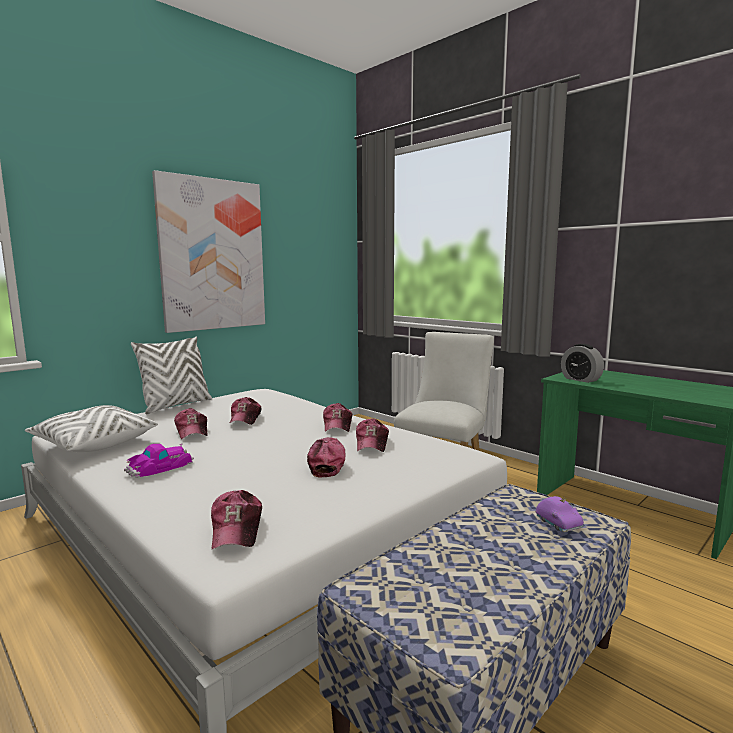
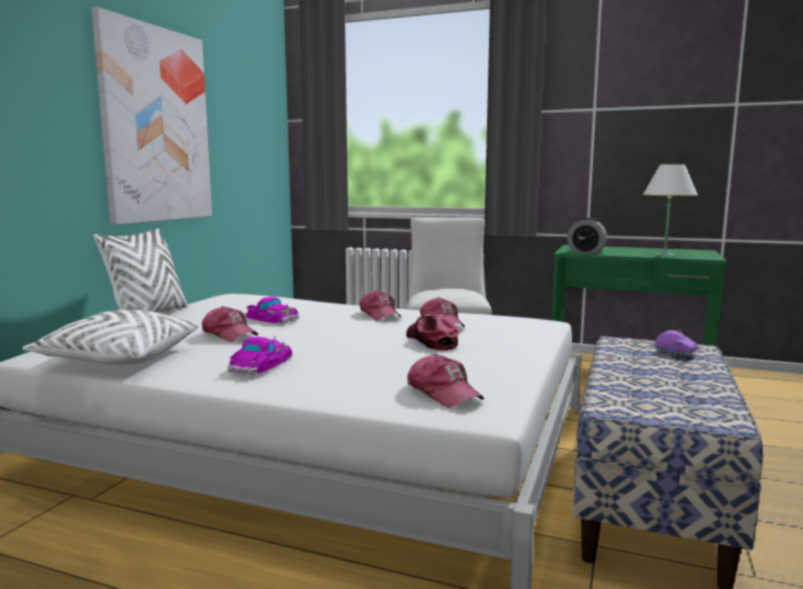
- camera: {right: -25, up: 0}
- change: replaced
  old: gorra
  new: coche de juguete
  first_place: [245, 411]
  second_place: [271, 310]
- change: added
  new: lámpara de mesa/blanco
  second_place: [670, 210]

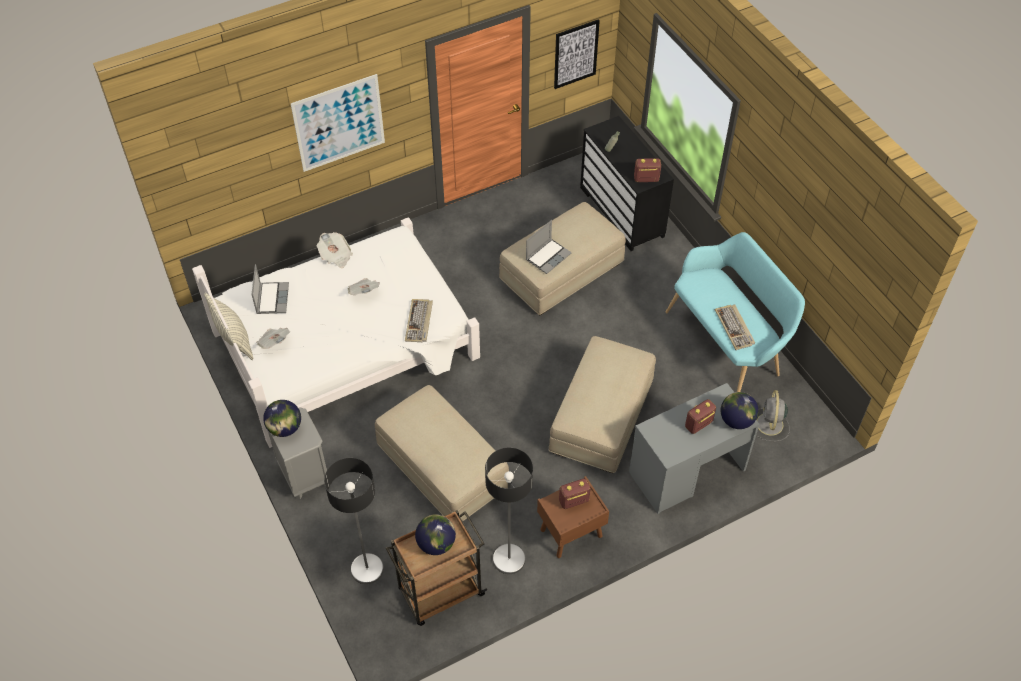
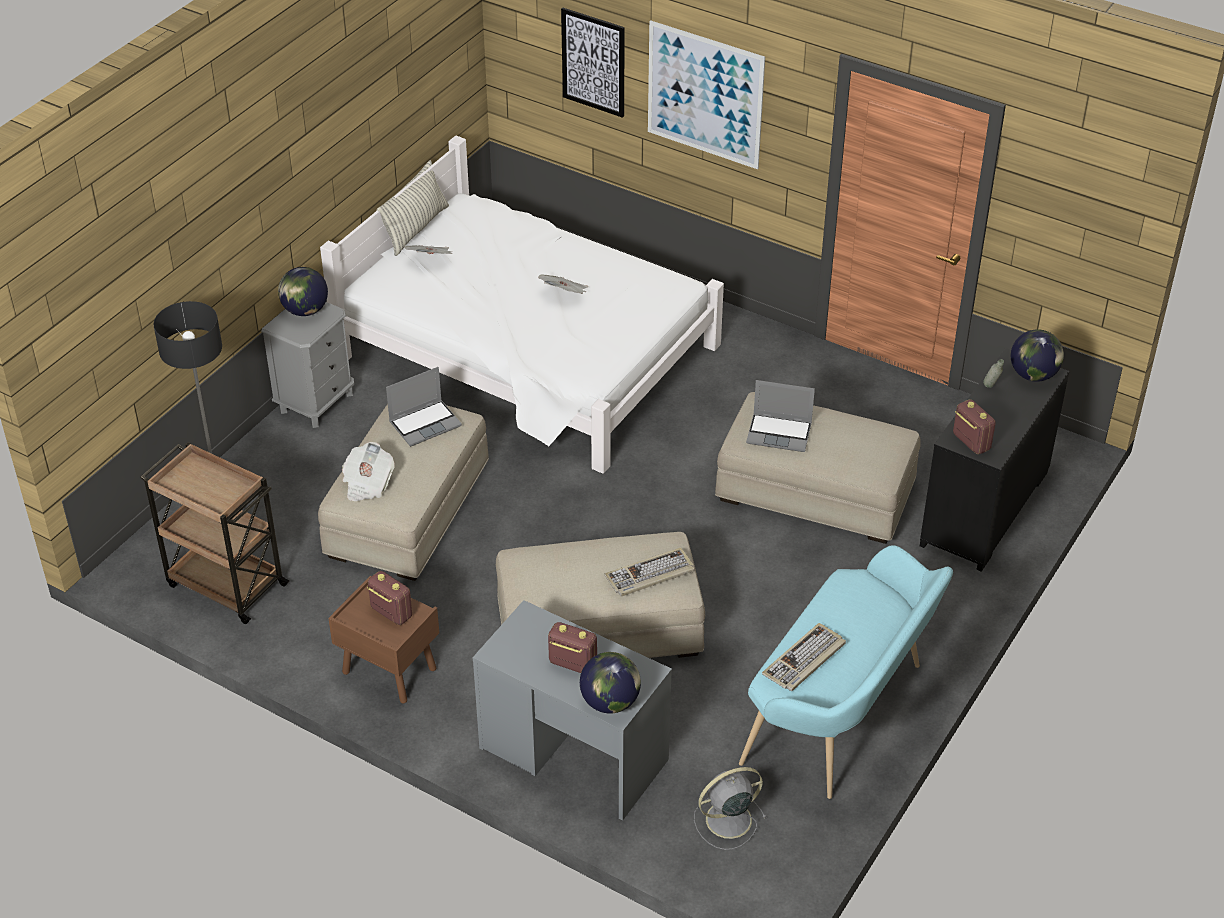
- camera: {right: 60, up: -10}
- change: moved
  old: periódico
  first_place: [335, 250]
  second_place: [368, 471]
- change: moved
  old: portátil
  first_place: [270, 289]
  second_place: [424, 407]
- change: moved
  old: cuadro
  first_place: [577, 54]
  second_place: [593, 63]
- change: moved
  old: teclado
  first_place: [419, 320]
  second_place: [649, 572]
- change: moved
  old: globo terráqueo
  first_place: [435, 534]
  second_place: [1037, 355]
- change: removed
  old: lámpara de pie
  first_place: [509, 510]

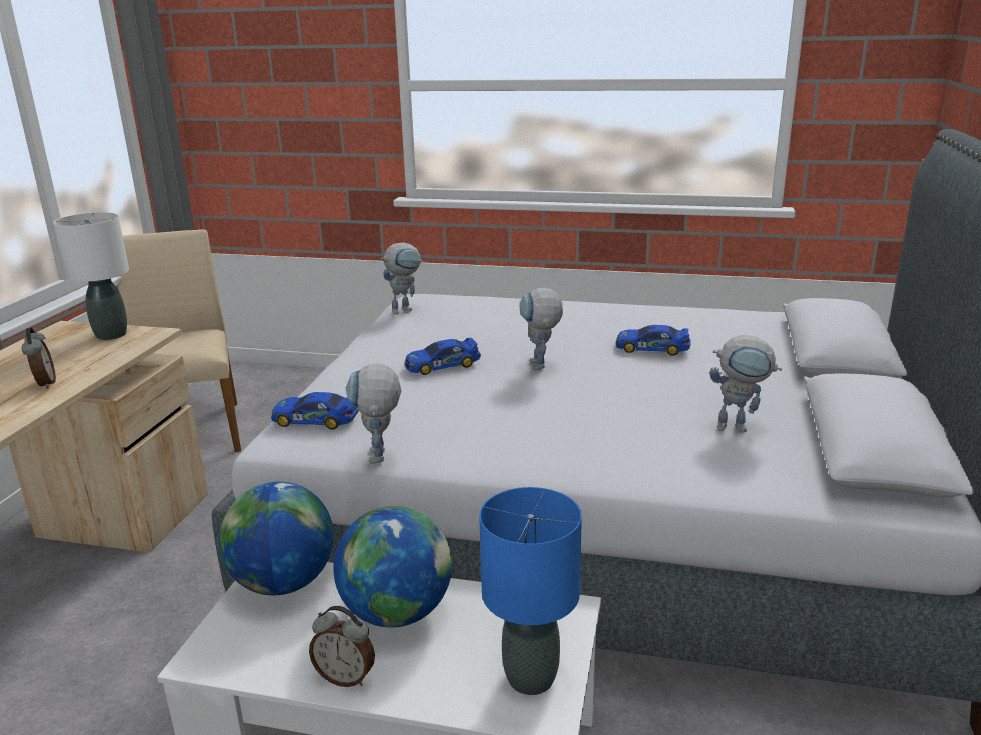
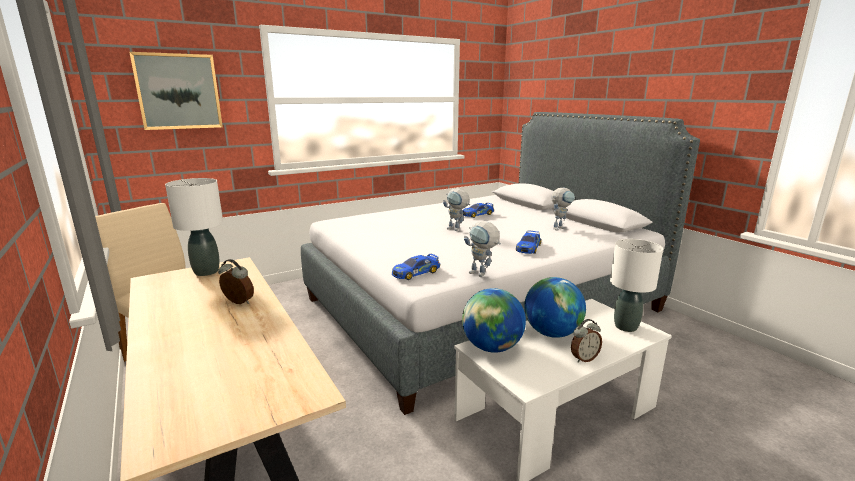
- camera: {right: -45, up: -5}
- change: added
  new: cuadro
  second_place: [176, 91]
- change: moved
  old: coche de juguete
  first_place: [443, 356]
  second_place: [528, 242]
- change: recoloured
  old: lámpara de mesa/azul
  new: lámpara de mesa/blanco
  first_place: [530, 591]
  second_place: [636, 285]
- change: removed
  old: robot de juguete
  first_place: [401, 279]

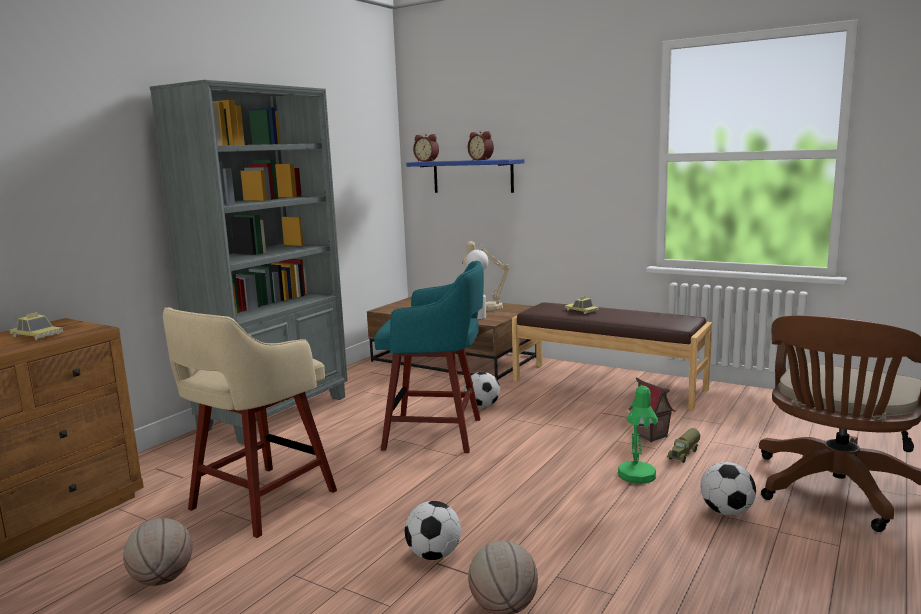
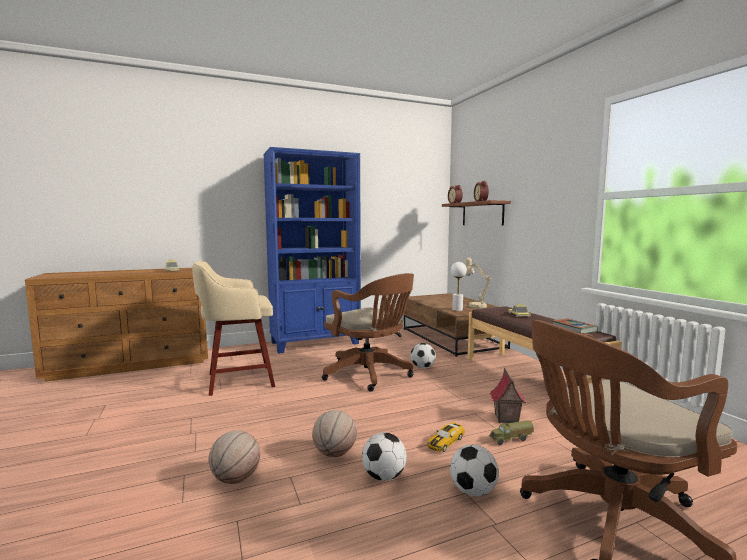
- camera: {right: 35, up: -5}
- change: recoloured
  old: estantería/gris
  new: estantería/azul
  first_place: [249, 262]
  second_place: [312, 250]
- change: moved
  old: balón de baloncesto
  first_place: [158, 552]
  second_place: [334, 433]
- change: replaced
  old: taburete/turquesa
  new: silla de oficina/marrón
  first_place: [429, 357]
  second_place: [368, 332]
- change: moved
  old: balón de fútbol
  first_place: [433, 530]
  second_place: [384, 456]
- change: replaced
  old: lámpara de mesa/verde
  new: coche de juguete
  first_place: [638, 434]
  second_place: [446, 437]
- change: recoloured
  old: estante/azul
  new: estante/marrón
  first_place: [465, 176]
  second_place: [476, 212]
- change: added
  new: libro
  second_place: [575, 326]

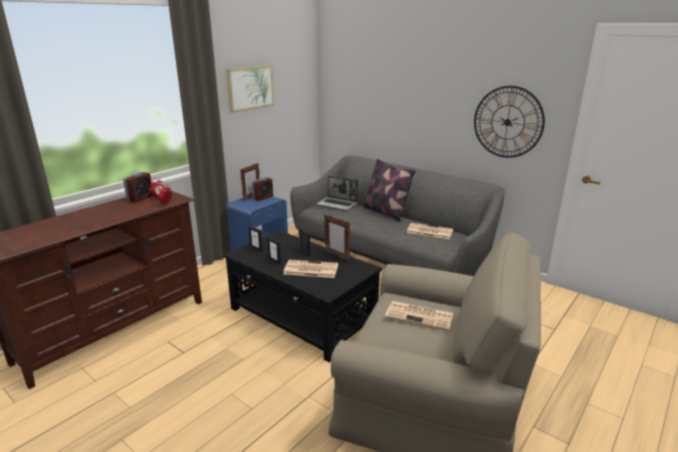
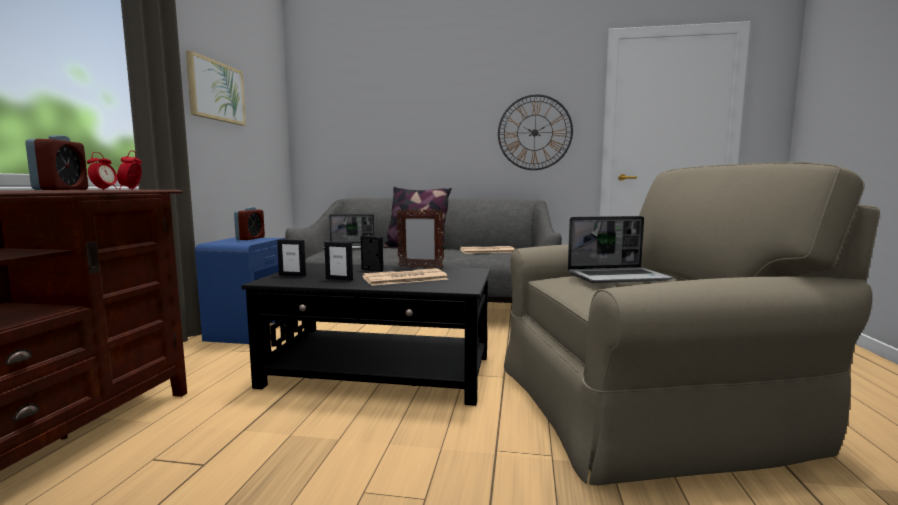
- camera: {right: -30, up: -15}
- change: replaced
  old: periódico
  new: portátil
  first_place: [419, 316]
  second_place: [620, 249]
- change: removed
  old: portarretratos
  first_place: [250, 182]

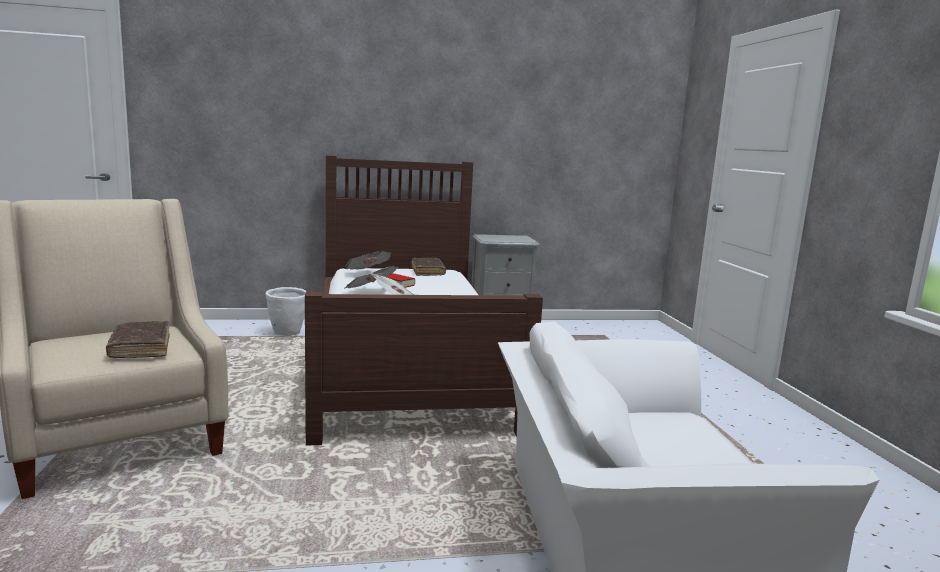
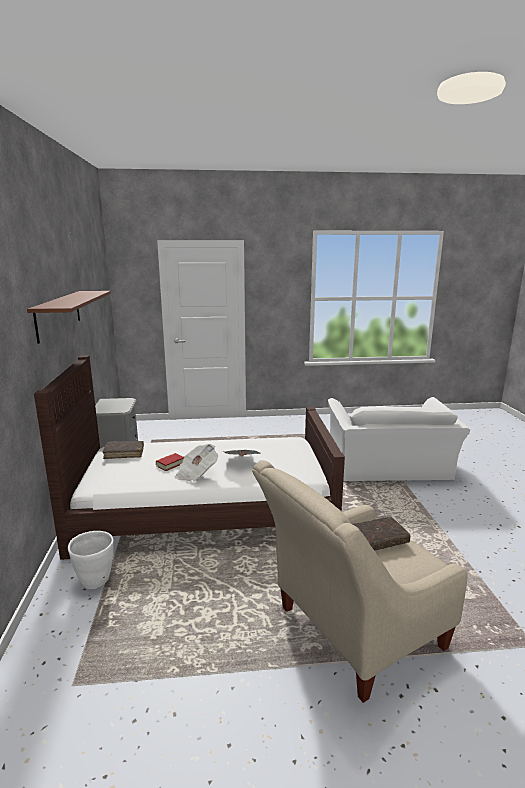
- camera: {right: -85, up: 5}
- change: added
  new: estante/marrón
  second_place: [69, 317]
- change: removed
  old: periódico
  first_place: [368, 260]

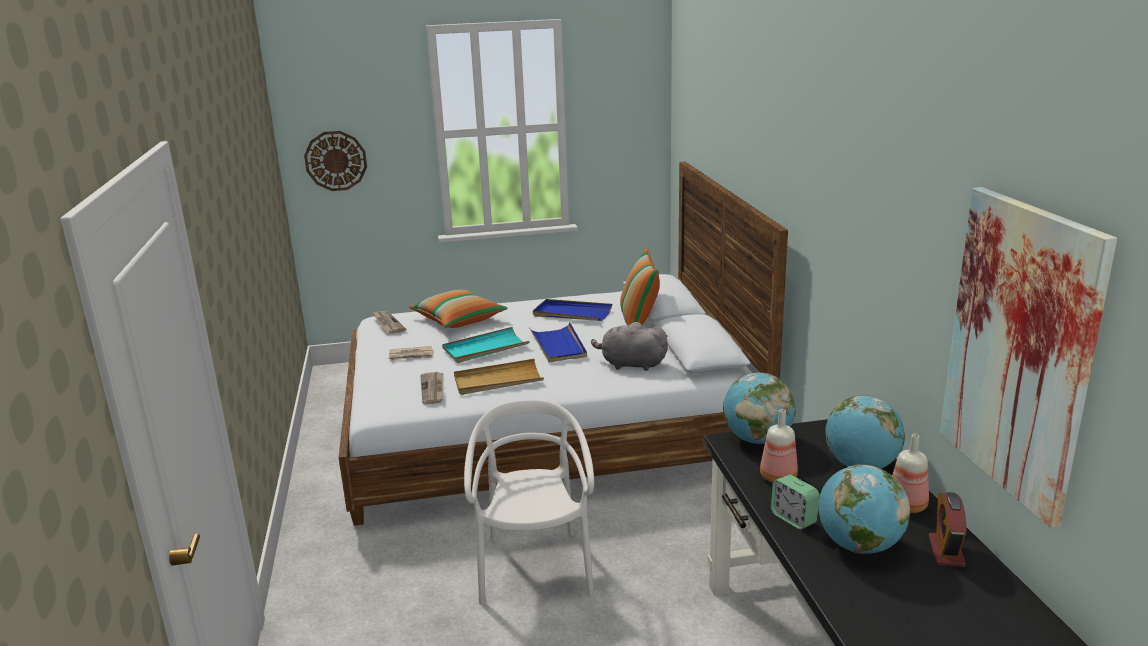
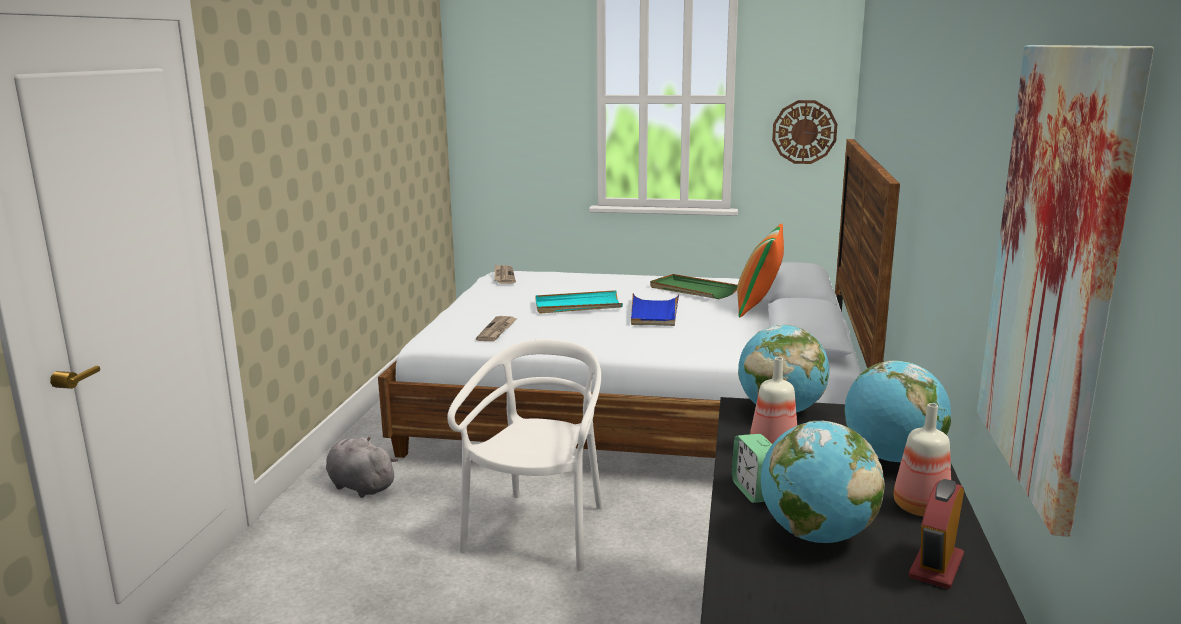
- camera: {right: 20, up: -5}
- change: moved
  old: peluche/gris
  first_place: [629, 346]
  second_place: [362, 467]
- change: recoloured
  old: bandeja/azul
  new: bandeja/verde
  first_place: [572, 310]
  second_place: [694, 286]
- change: moved
  old: reloj de pared
  first_place: [335, 161]
  second_place: [804, 132]
- change: removed
  old: periódico
  first_place: [411, 353]
- change: removed
  old: cojín
  first_place: [458, 309]
- change: removed
  old: bandeja/beis
  first_place: [499, 377]

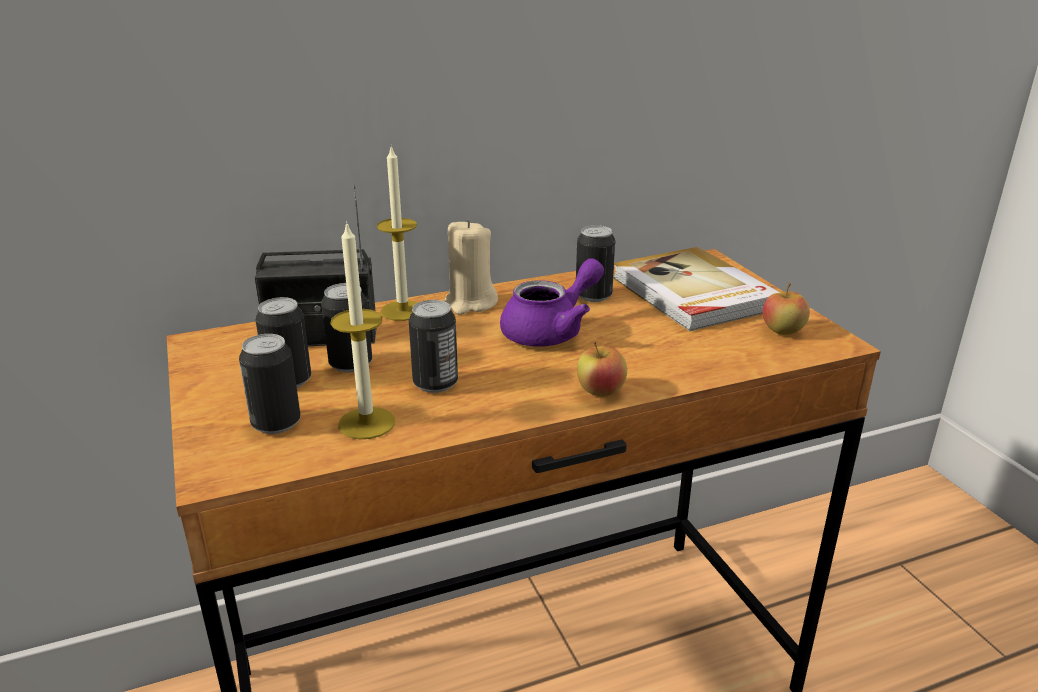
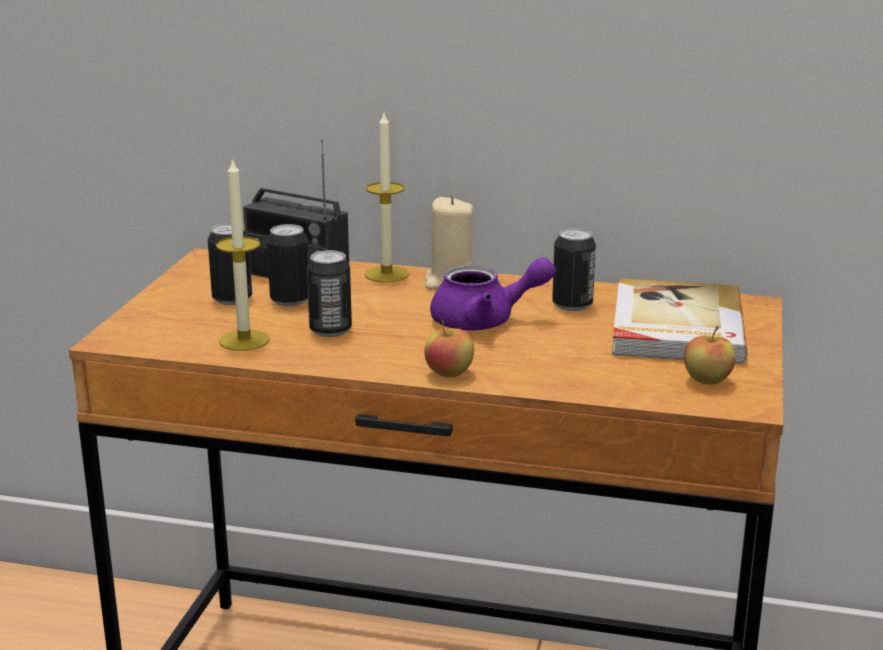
- camera: {right: 35, up: -5}
- change: removed
  old: lata
  first_place: [270, 384]

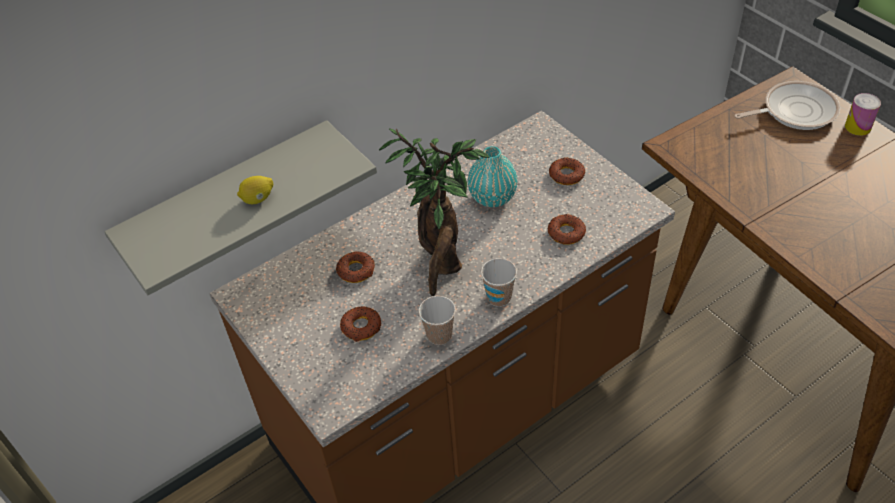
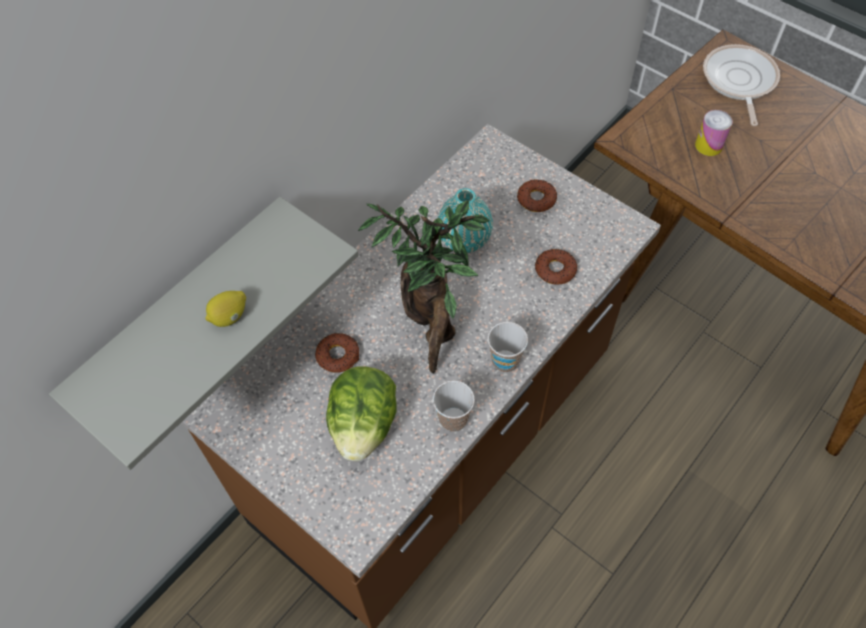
- camera: {right: -15, up: 10}
- change: replaced
  old: rosquilla
  new: lechuga
  first_place: [360, 324]
  second_place: [361, 414]
- change: moved
  old: lata
  first_place: [863, 114]
  second_place: [714, 133]
- change: turned
  old: sartén
  first_place: [787, 105]
  second_place: [741, 85]
  degrees: -60

